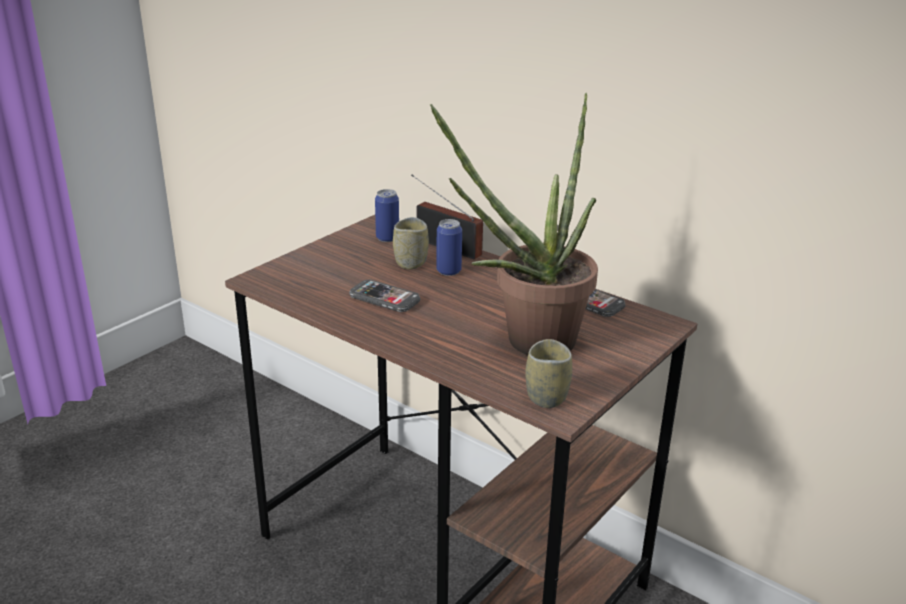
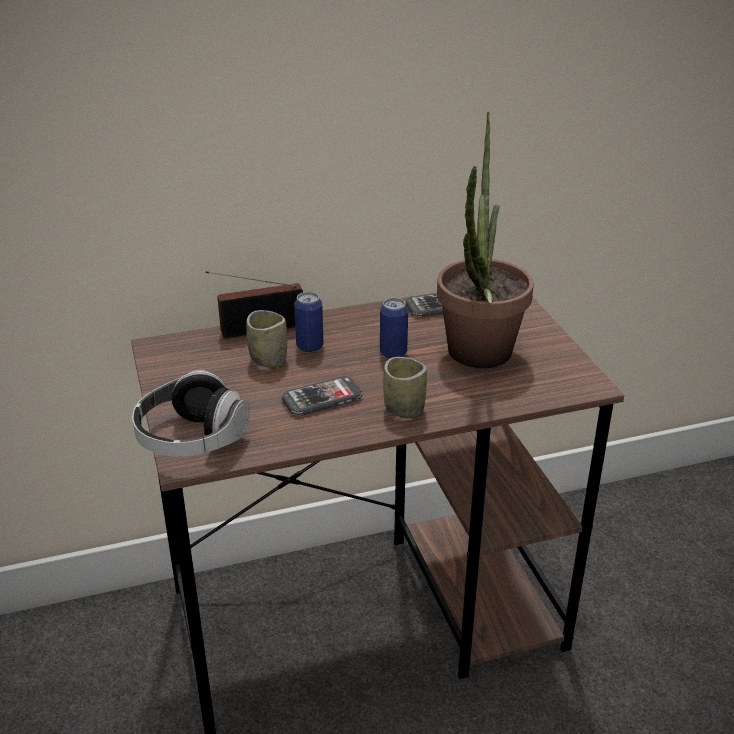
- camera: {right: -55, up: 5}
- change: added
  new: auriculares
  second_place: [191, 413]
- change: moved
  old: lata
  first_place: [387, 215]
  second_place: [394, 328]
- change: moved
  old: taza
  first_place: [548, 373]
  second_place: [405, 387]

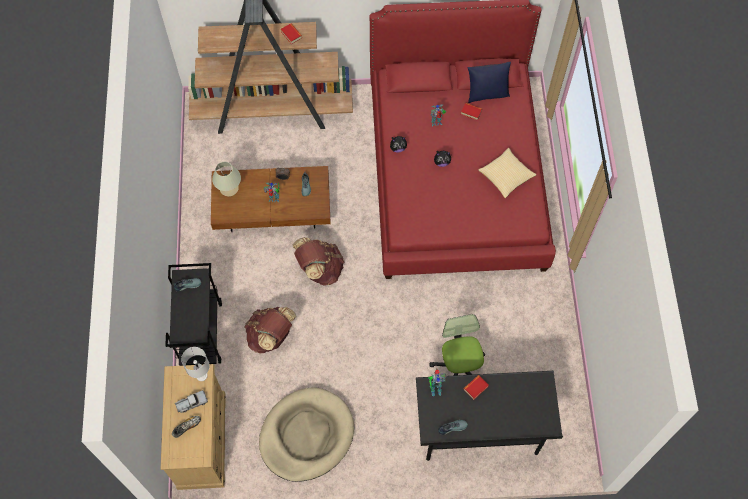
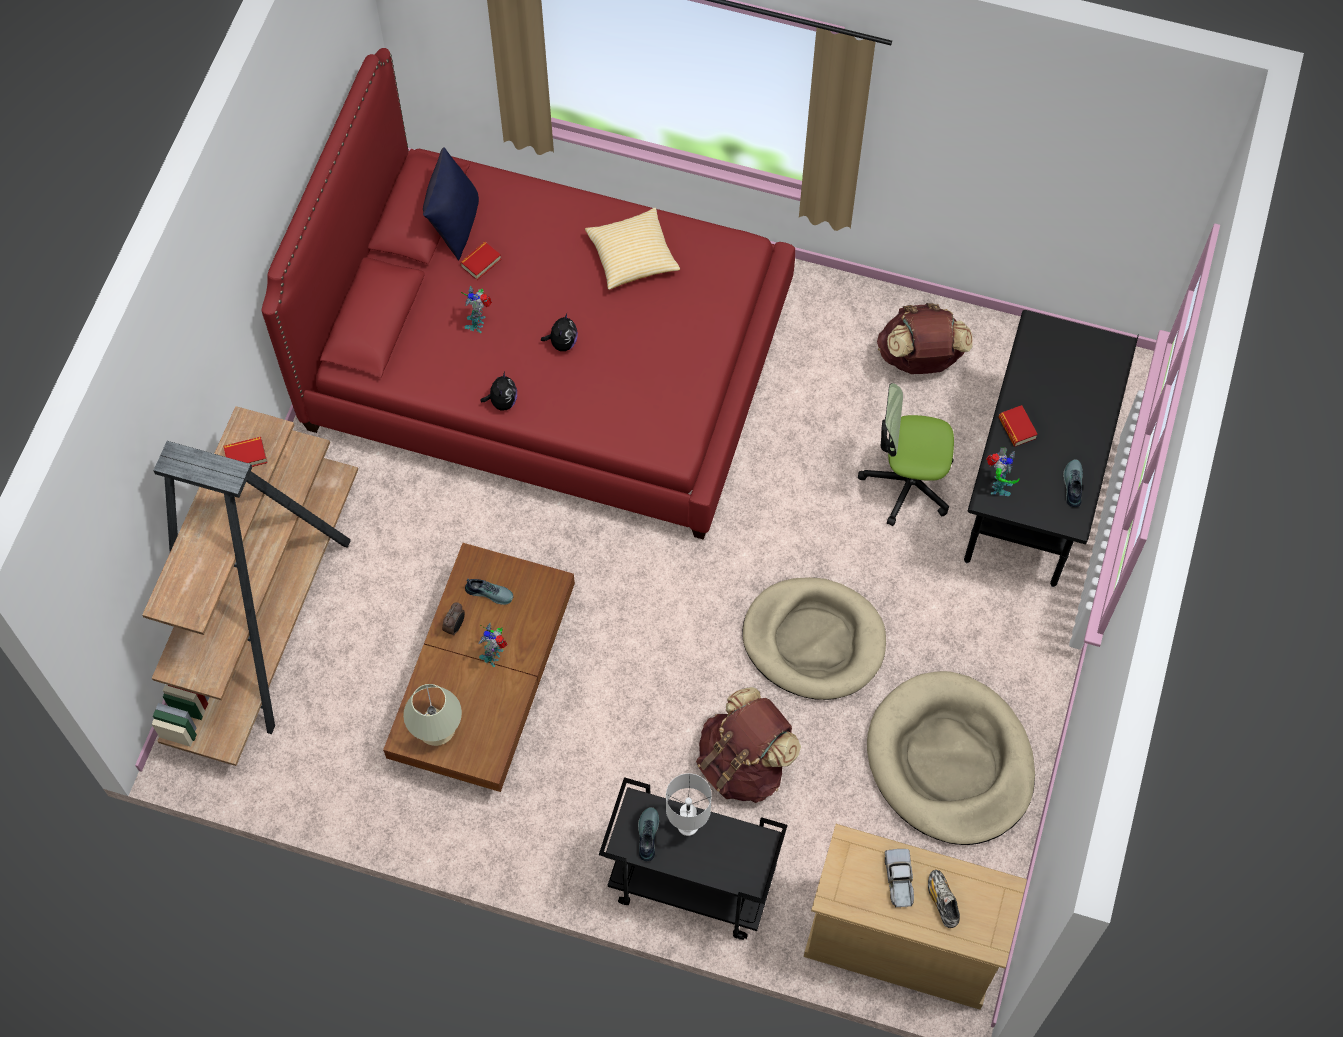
- camera: {right: -70, up: 0}
- change: moved
  old: lámpara de mesa/blanco
  first_place: [195, 364]
  second_place: [689, 804]
- change: added
  new: cama para perro/beis
  second_place: [814, 638]
- change: moved
  old: mochila/marrón
  first_place: [318, 261]
  second_place: [925, 338]

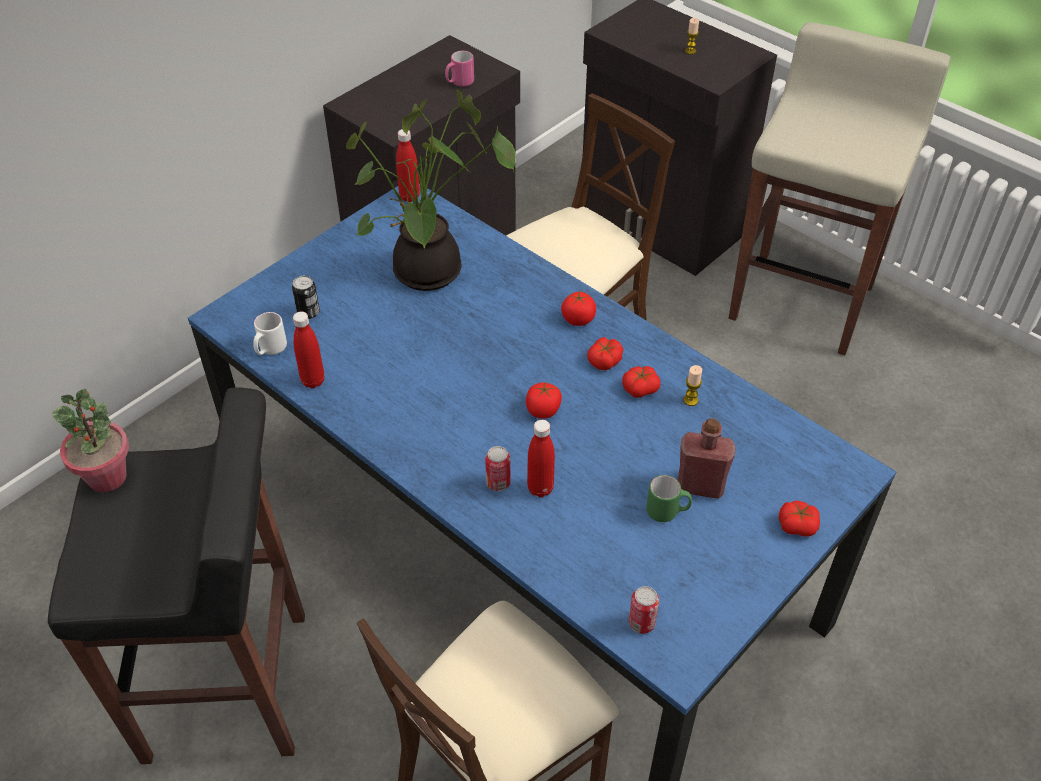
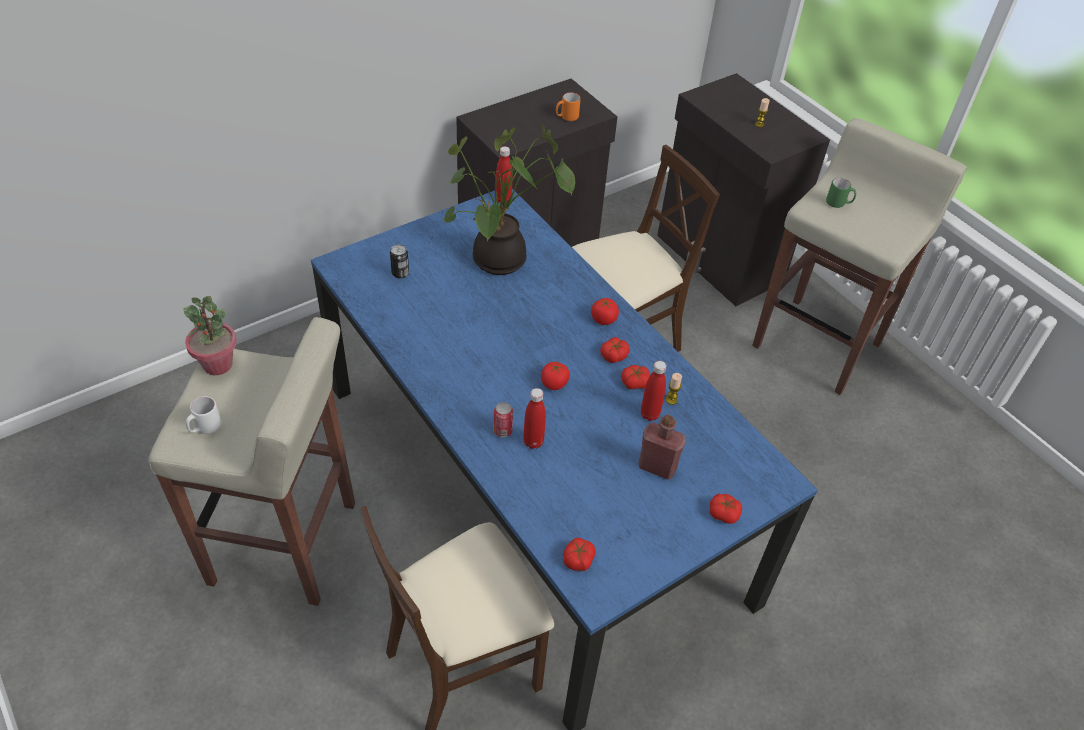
- camera: {right: 10, up: 0}
- change: recoloured
  old: taburete/negro
  new: taburete/beis
  first_place: [176, 576]
  second_place: [251, 461]
- change: moved
  old: taza grande/blanco
  first_place: [270, 333]
  second_place: [203, 415]
- change: recoloured
  old: taza grande/rosa
  new: taza grande/naranja
  first_place: [459, 69]
  second_place: [568, 107]
- change: replaced
  old: lata
  new: tomate
  first_place: [644, 610]
  second_place: [579, 554]
- change: moved
  old: botella/rojo
  first_place: [309, 349]
  second_place: [653, 391]
- change: moved
  old: taza grande/verde
  first_place: [669, 498]
  second_place: [841, 193]

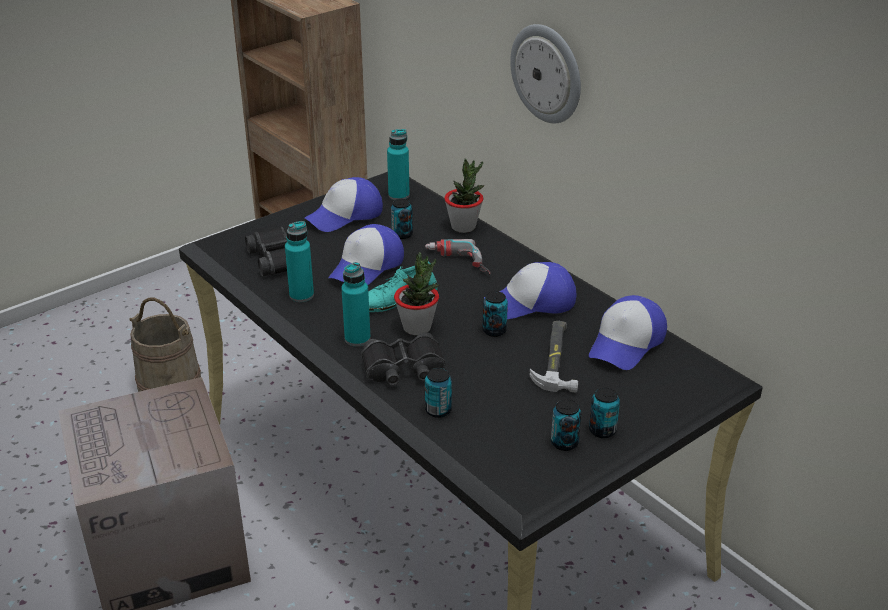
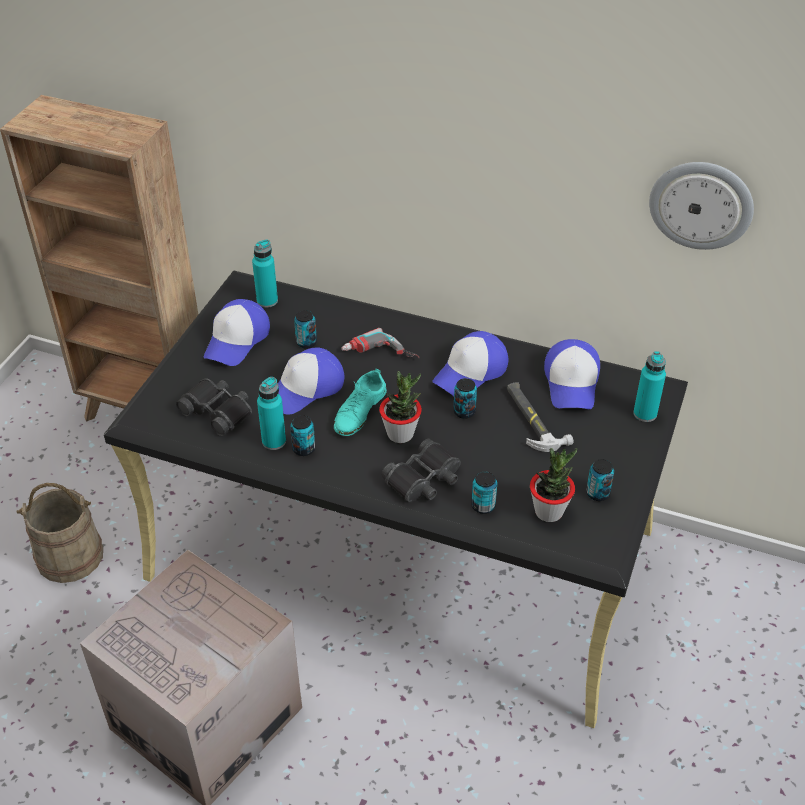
- camera: {right: -30, up: 10}
- change: turned
  old: gorra
  first_place: [366, 254]
  second_place: [311, 381]
  degrees: 45
- change: moved
  old: lata
  first_place: [604, 412]
  second_place: [302, 435]
- change: moved
  old: planta en maceta
  first_place: [464, 195]
  second_place: [553, 485]
- change: moved
  old: botella/turquesa
  first_place: [356, 304]
  second_place: [649, 386]
- change: moved
  old: reloj de pared
  first_place: [545, 73]
  second_place: [701, 206]

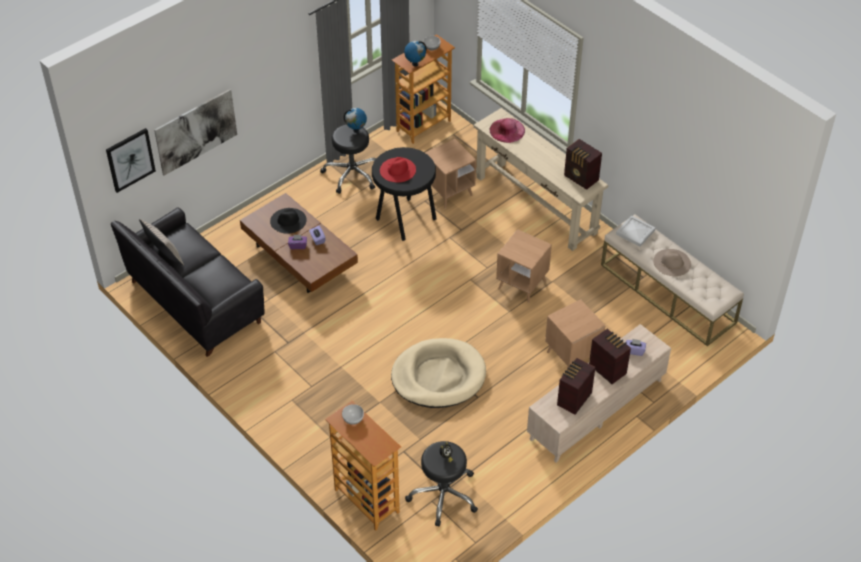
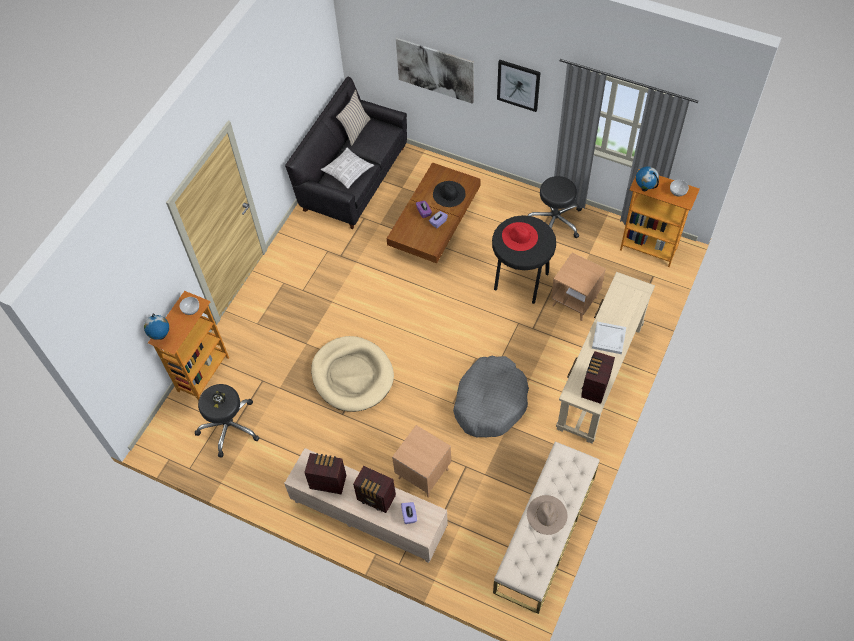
- camera: {right: 70, up: 10}
- change: moved
  old: globo terráqueo
  first_place: [355, 120]
  second_place: [156, 326]
- change: added
  new: cojín
  second_place: [347, 168]
- change: turned
  old: radio
  first_place: [610, 356]
  second_place: [374, 489]
  degrees: 90
- change: replaced
  old: mesa auxiliar/marrón
  new: cama para perro/gris
  first_place: [524, 266]
  second_place: [491, 396]
- change: moved
  old: cuadro
  first_place: [131, 160]
  second_place: [519, 86]
- change: moved
  old: bandeja/blanco
  first_place: [635, 231]
  second_place: [609, 338]
- change: removed
  old: sombrero/rosa
  first_place: [507, 130]

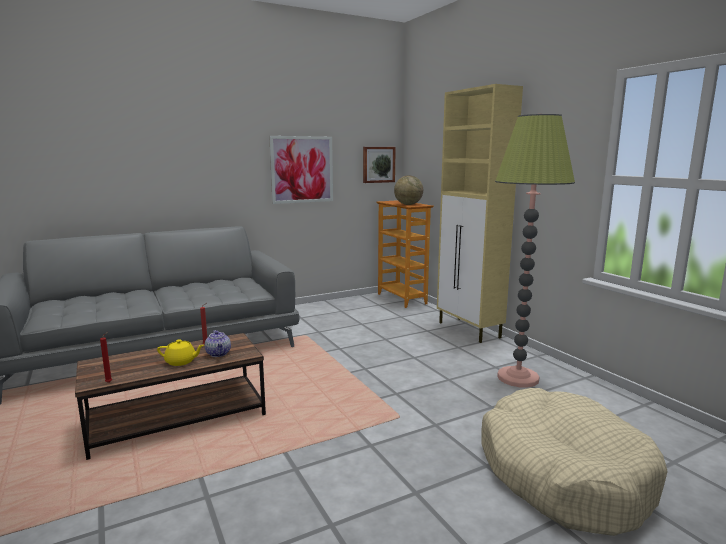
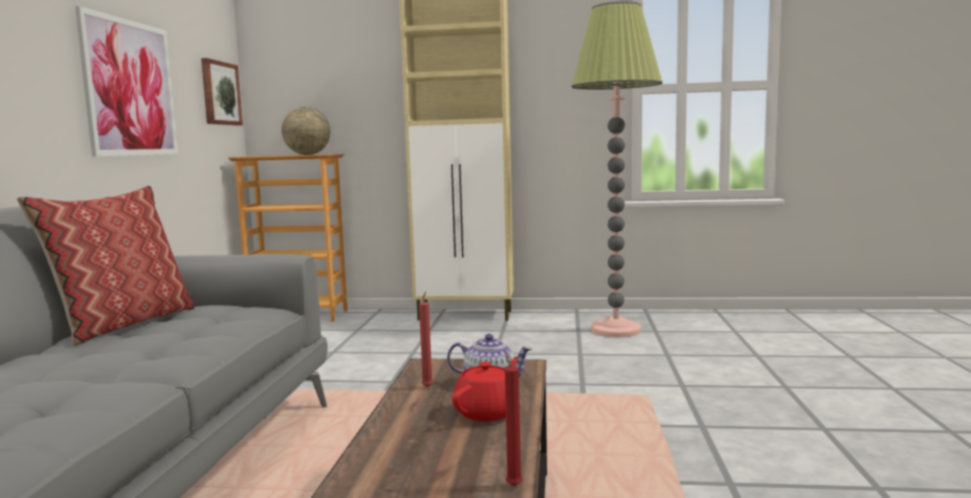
- camera: {right: -55, up: -5}
- change: added
  new: cojín
  second_place: [106, 266]
- change: recoloured
  old: tetera/amarillo
  new: tetera/rojo
  first_place: [180, 352]
  second_place: [486, 390]
- change: removed
  old: cama para perro/beis
  first_place: [574, 462]

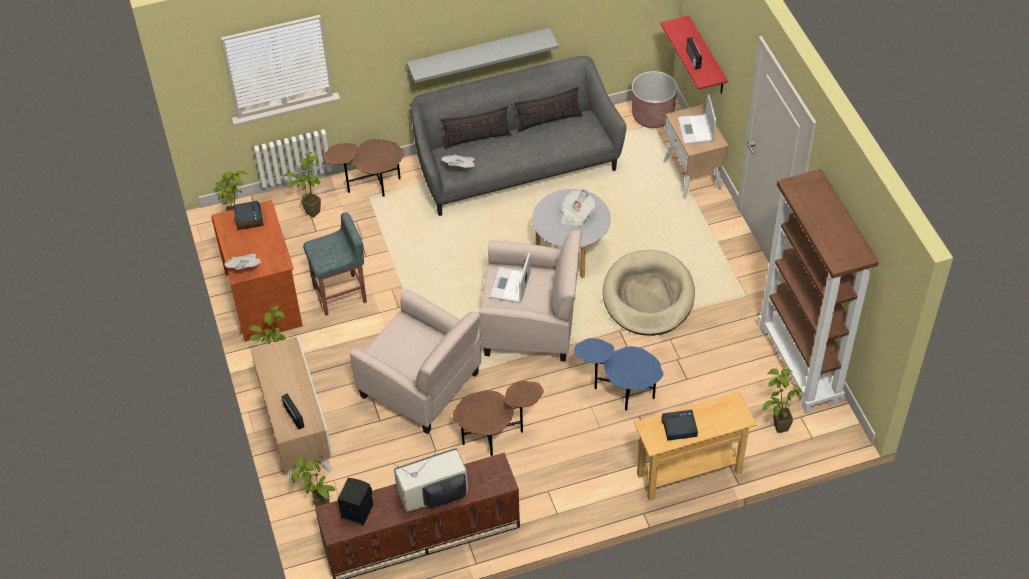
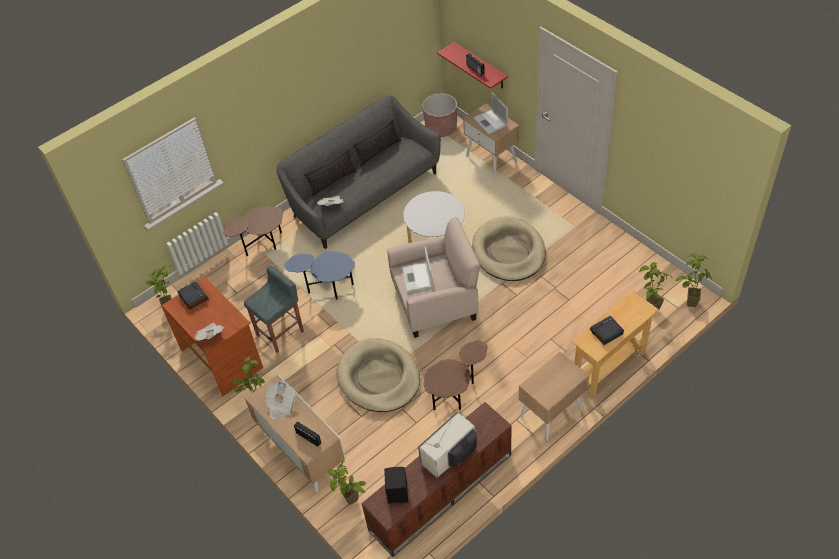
- camera: {right: -20, up: 0}
- change: moved
  old: periódico
  first_place: [578, 207]
  second_place: [280, 400]
- change: moved
  old: mesa auxiliar/azul
  first_place: [618, 374]
  second_place: [320, 275]
- change: replaced
  old: sillón/beis
  new: cama para perro/beis
  first_place: [415, 361]
  second_place: [378, 375]
- change: added
  new: mesita de noche/beis
  second_place: [553, 396]
- change: moved
  old: planta en maceta
  first_place: [302, 185]
  second_place: [694, 280]
- change: removed
  old: estante/gris
  first_place: [483, 55]
- change: removed
  old: estantería/marrón
  first_place: [818, 291]

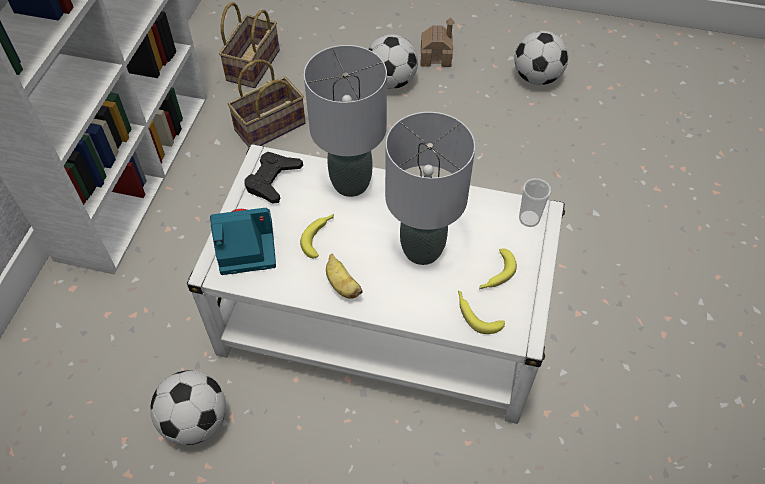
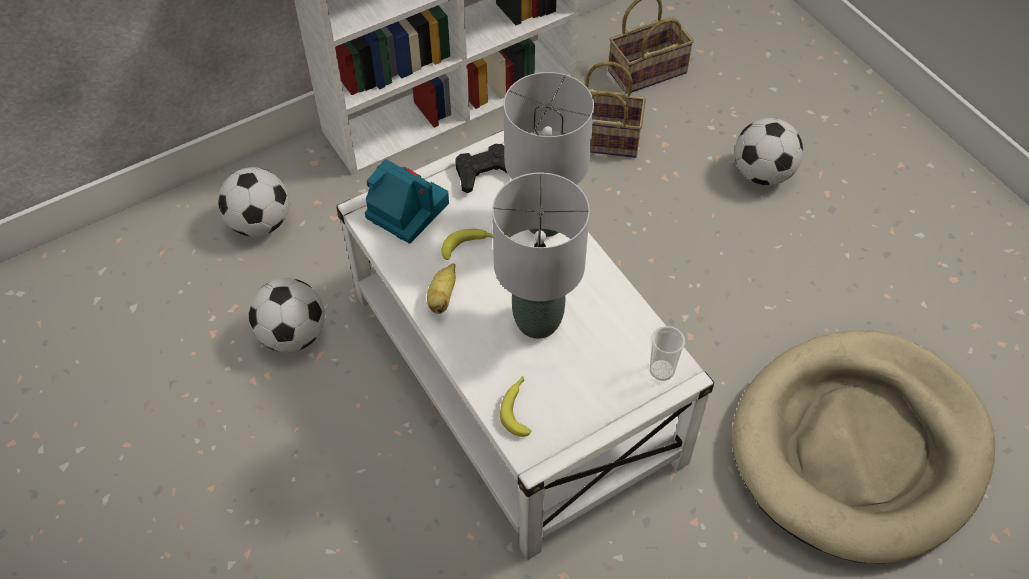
- camera: {right: 45, up: 0}
- change: moved
  old: balón de fútbol
  first_place: [541, 58]
  second_place: [253, 202]
- change: added
  new: cama para perro/beis
  second_place: [863, 446]
- change: removed
  old: casita
  first_place: [437, 42]
- change: removed
  old: plátano
  first_place: [498, 268]

